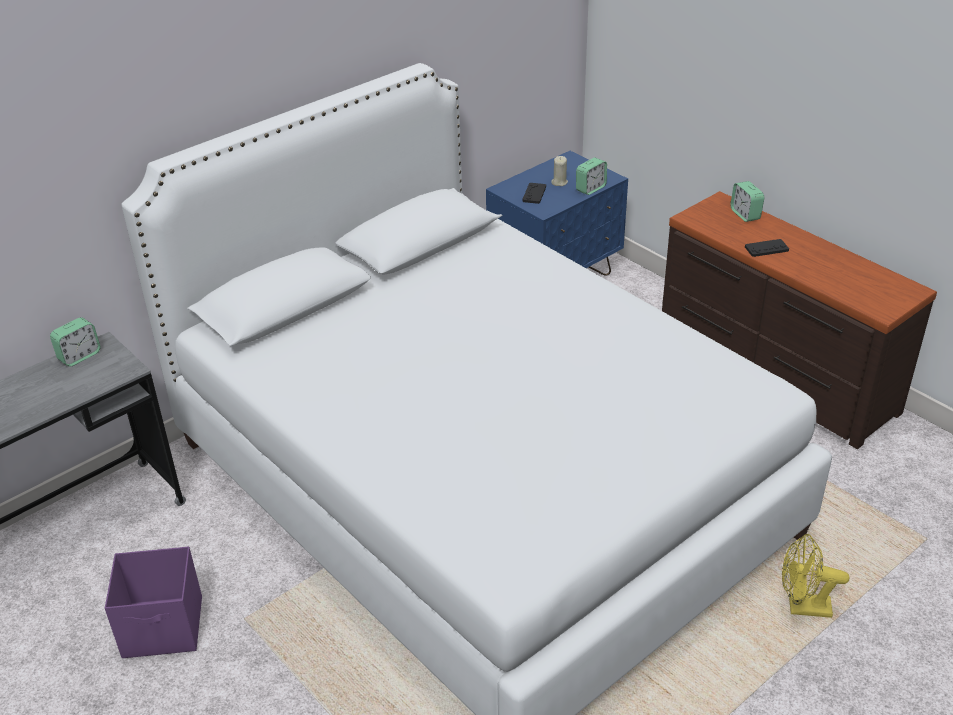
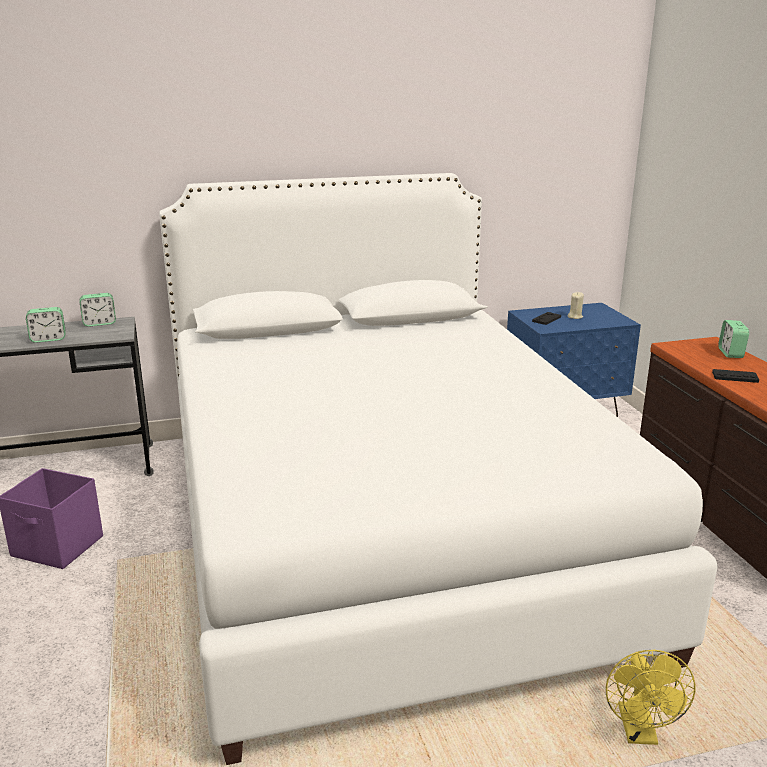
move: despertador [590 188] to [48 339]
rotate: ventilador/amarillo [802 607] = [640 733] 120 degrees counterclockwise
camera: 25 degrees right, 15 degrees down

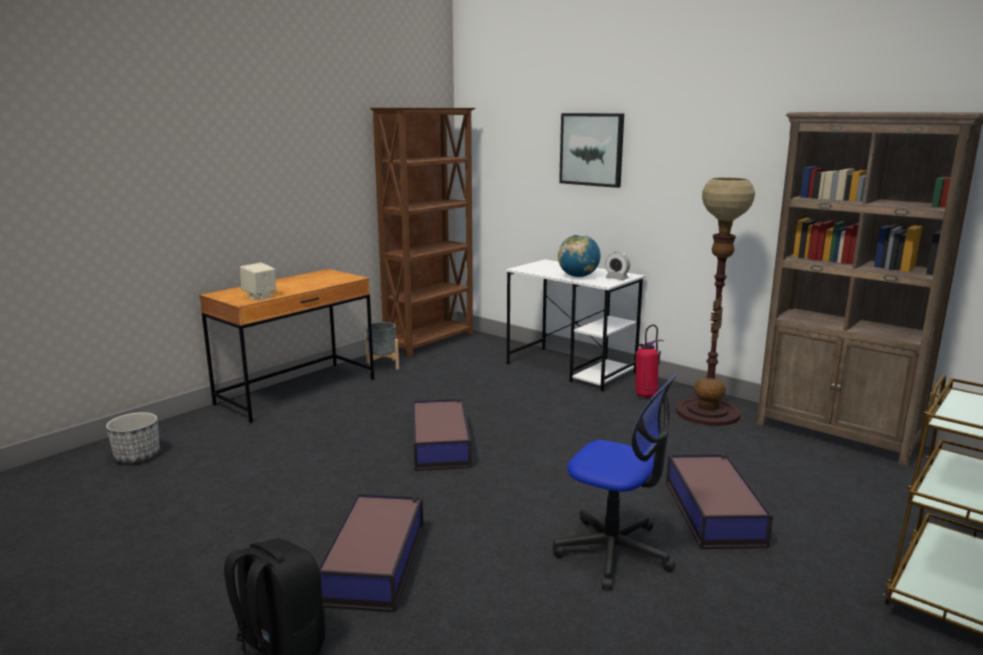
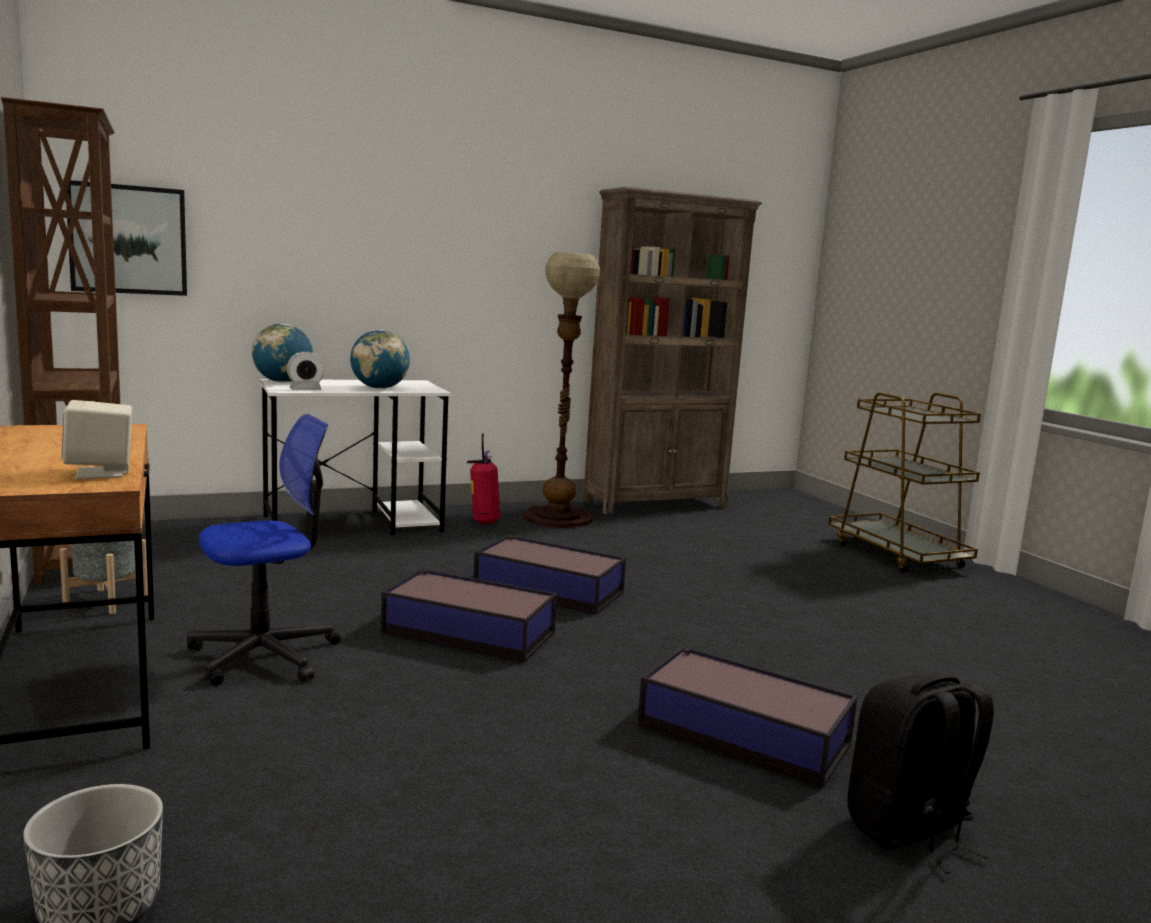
insert: globo terráqueo [282 382]
move: silla de oficina [613 552] to [264 655]; cuadro [592 149] to [128 239]; despertador [616 278] to [305 390]; caja de almacenaje [713 511] to [547 589]
camera: 65 degrees left, 5 degrees down

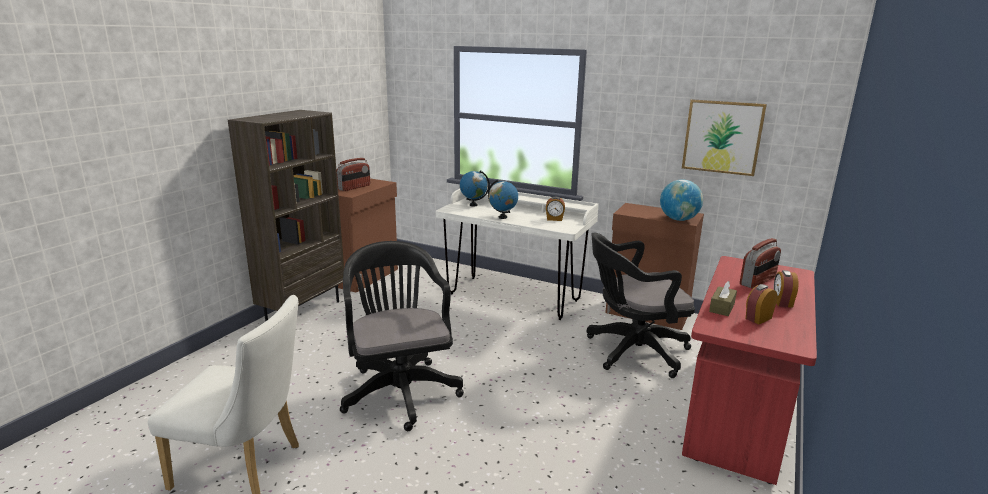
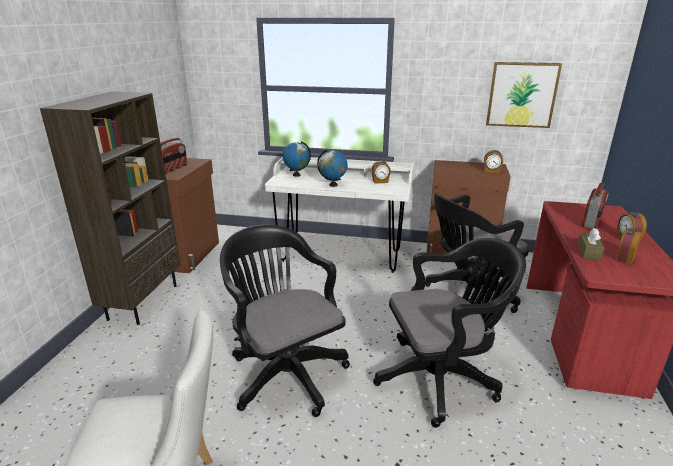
insert: silla de oficina/negro [441 378]
replace: globo terráqueo [678 219] to despertador [491 171]
camera: 15 degrees left, 5 degrees up

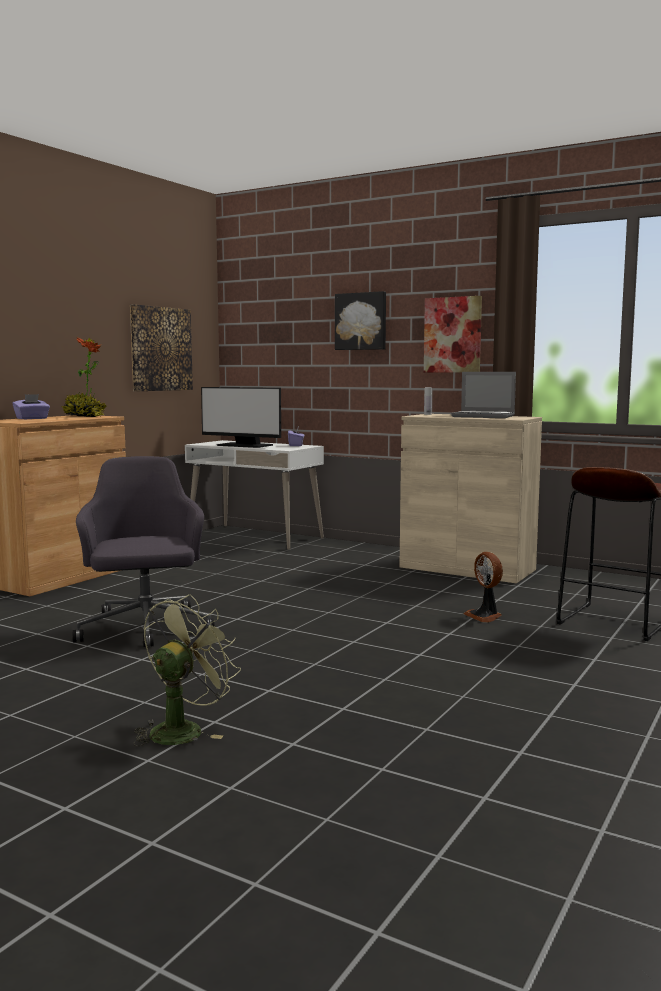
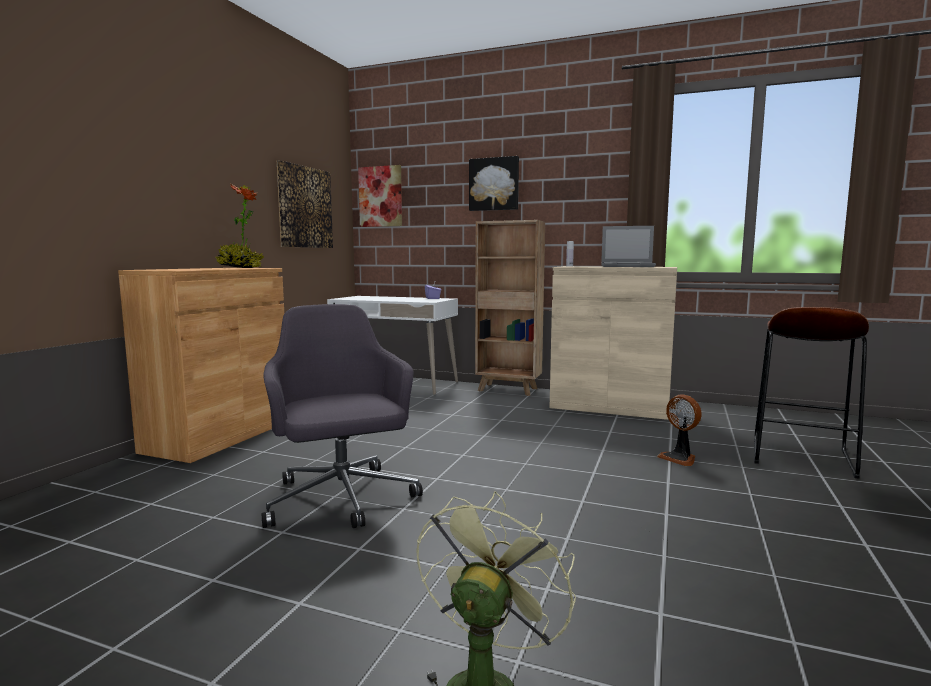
delete: caja de pañuelos/morado [32 418]; monitor [244 445]
insert: estantería/marrón [509 390]
move: cuadro [452 335] to [380 196]
camera: 10 degrees left, 0 degrees up

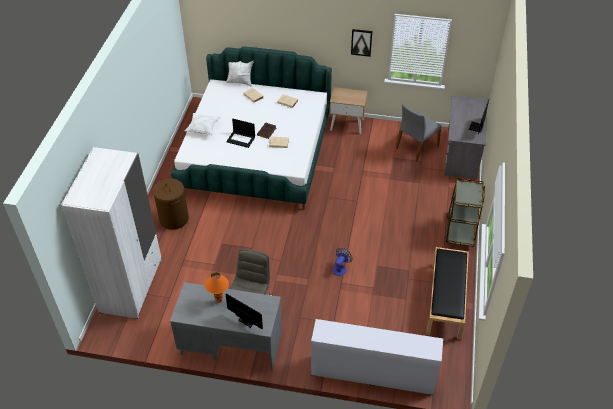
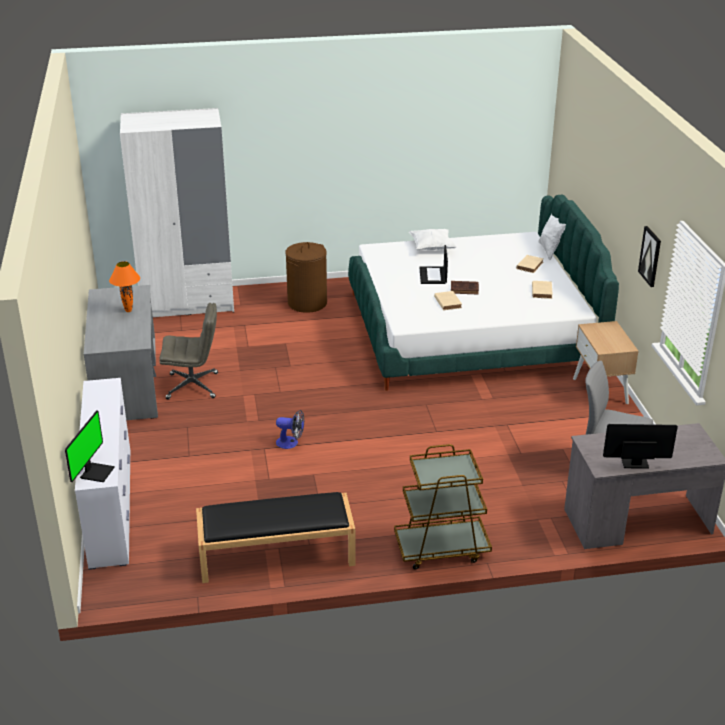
move: monitor [248 319] to [96 472]
camera: 70 degrees right, 15 degrees down

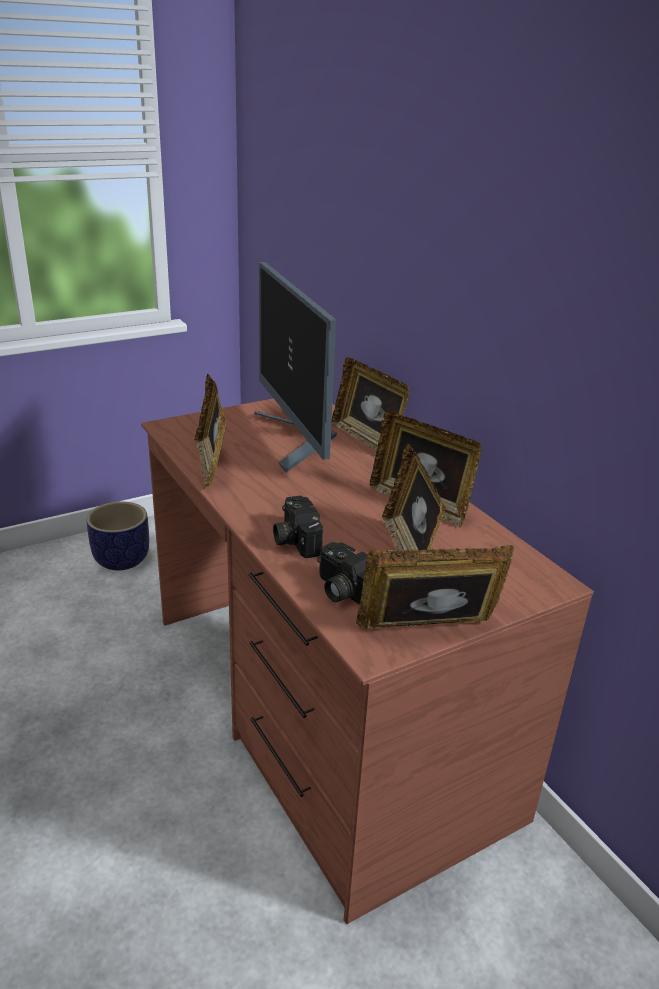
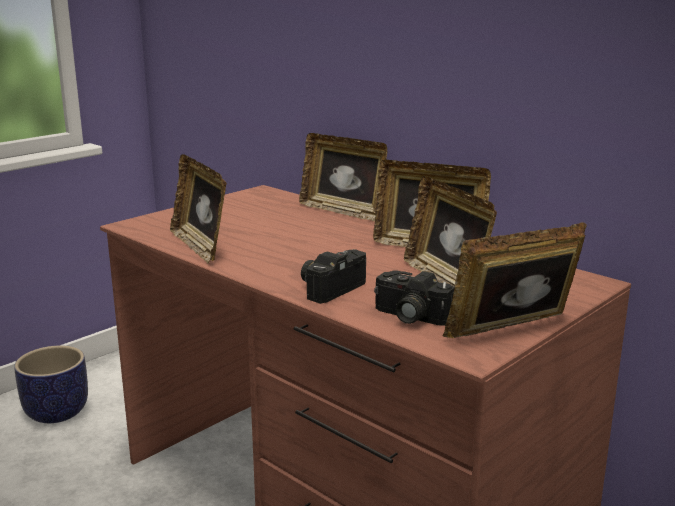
delete: monitor [297 440]
rotate: cámara [294 539] = [330 288] 75 degrees clockwise
camera: 15 degrees left, 10 degrees down

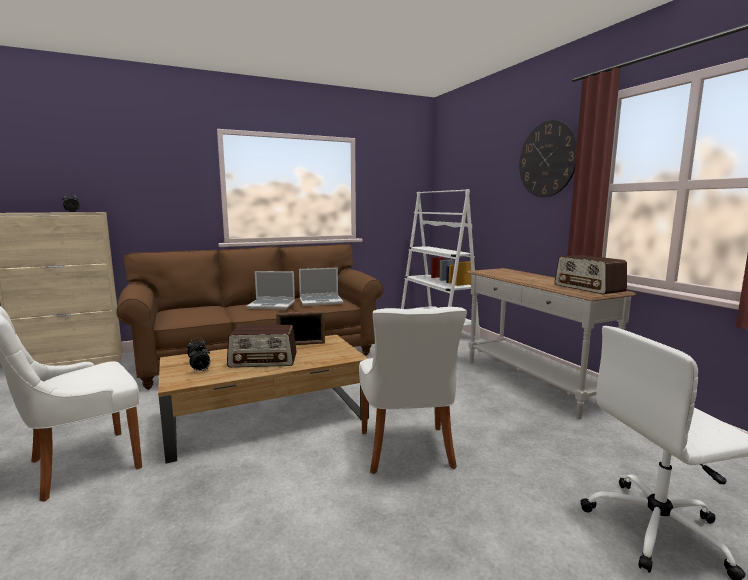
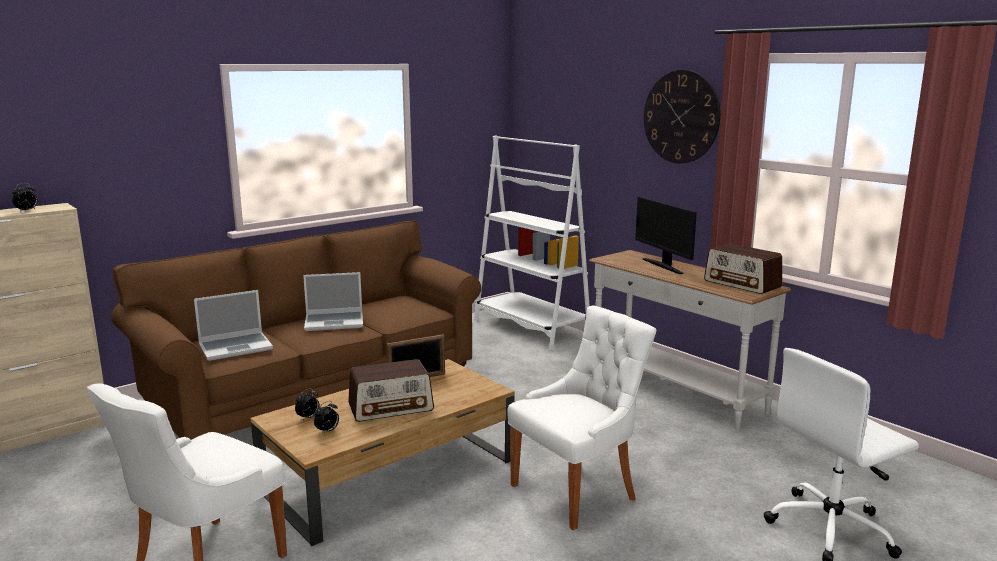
insert: monitor [663 266]
move: portátil [321 301] to [236 347]
rotate: silla/blanco [407 451] = [577 491] 105 degrees counterclockwise
camera: 15 degrees left, 5 degrees up

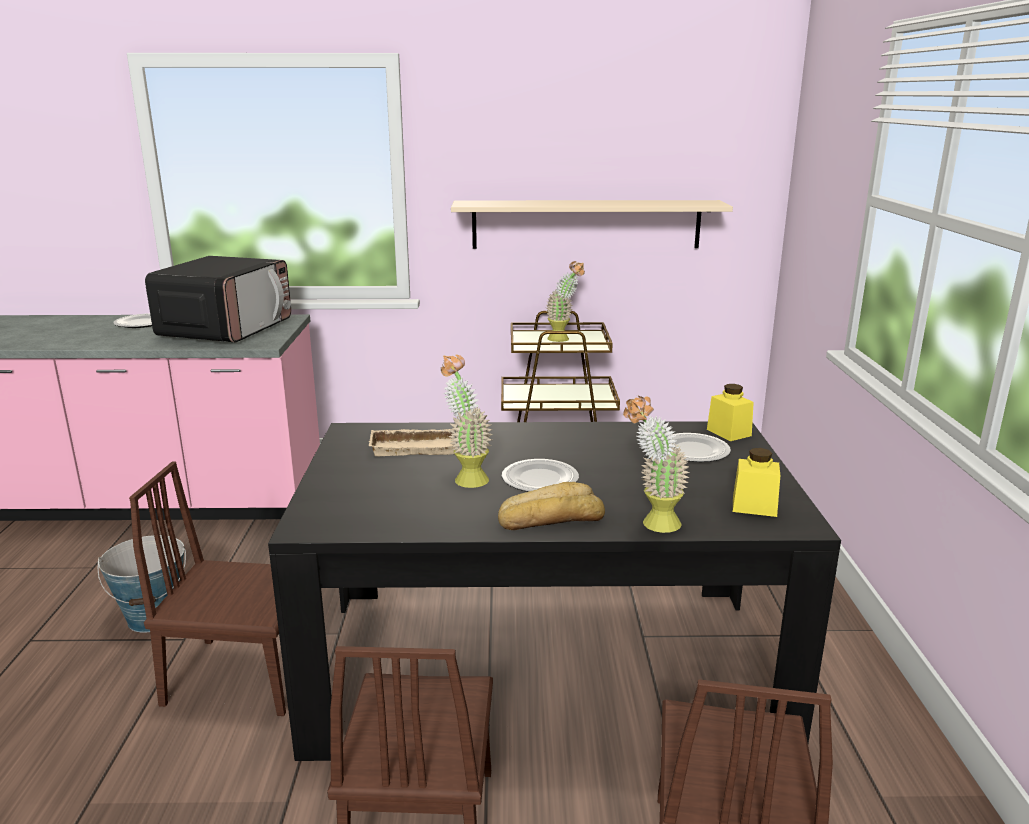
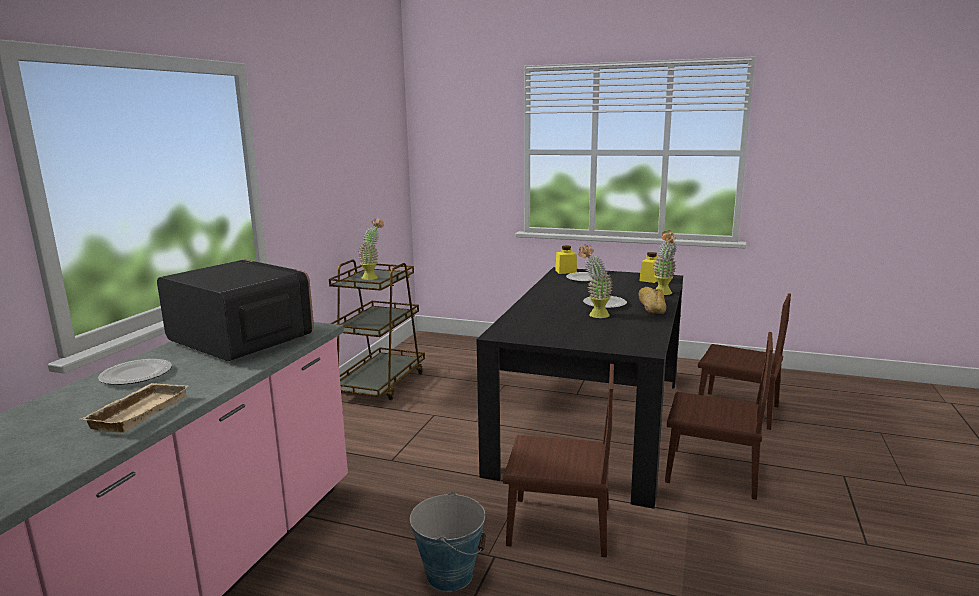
delete: estante/beis [586 224]
move: bandeja/beis [415 447] to [138 412]
rotate: silla/marrón [243 676] = [559 526] 105 degrees counterclockwise
camera: 70 degrees left, 5 degrees down

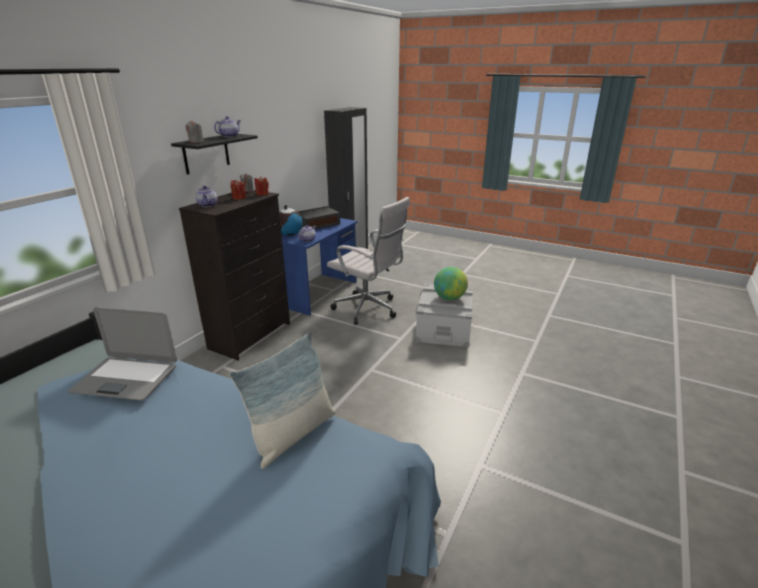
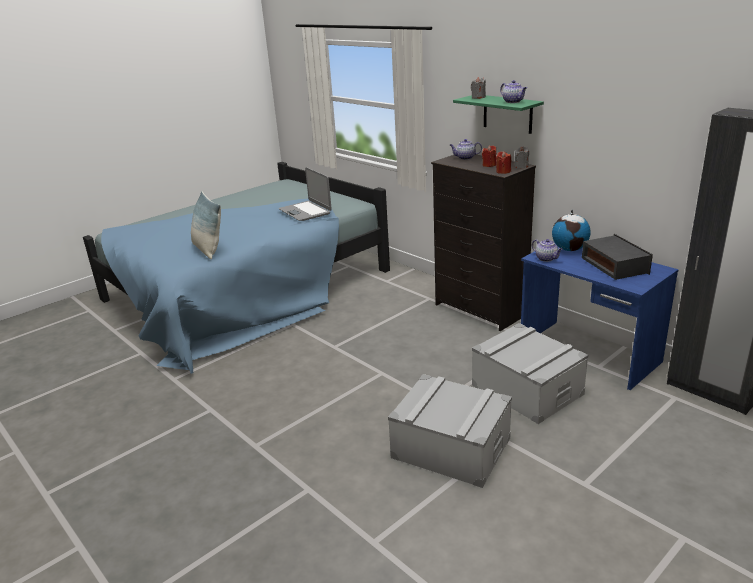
delete: globo terráqueo [449 298]
replace: silla de oficina/blanco [368 309] to caja de almacenaje/gris [526 389]
recolor: estante/negro [206 153] to estante/verde [507 114]
rotate: portátil [126 378] = [305 211] 60 degrees counterclockwise
camera: 110 degrees right, 0 degrees up

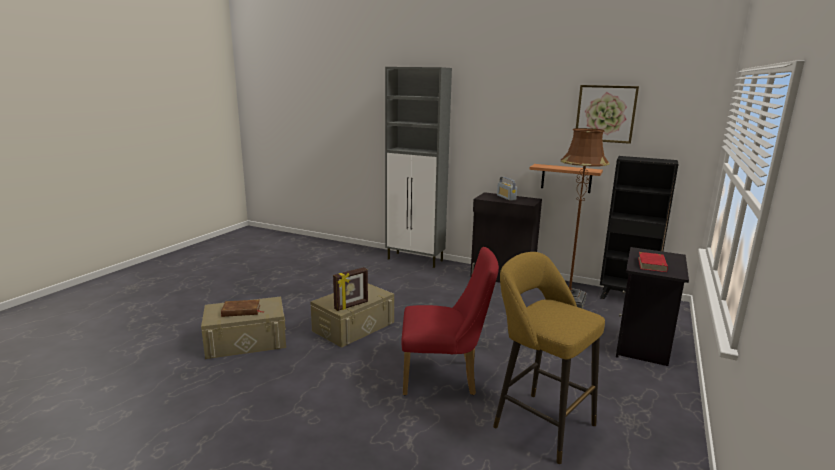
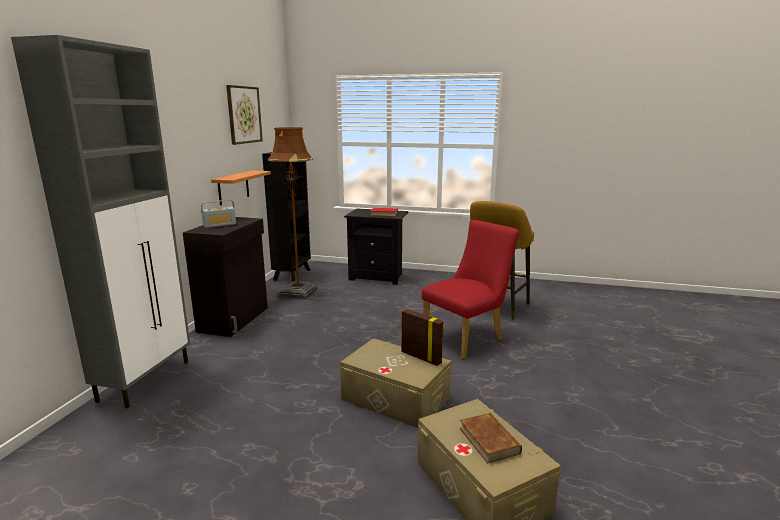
rotate: silla/rojo [445 377] = [467 338] 60 degrees clockwise
camera: 100 degrees left, 0 degrees up

